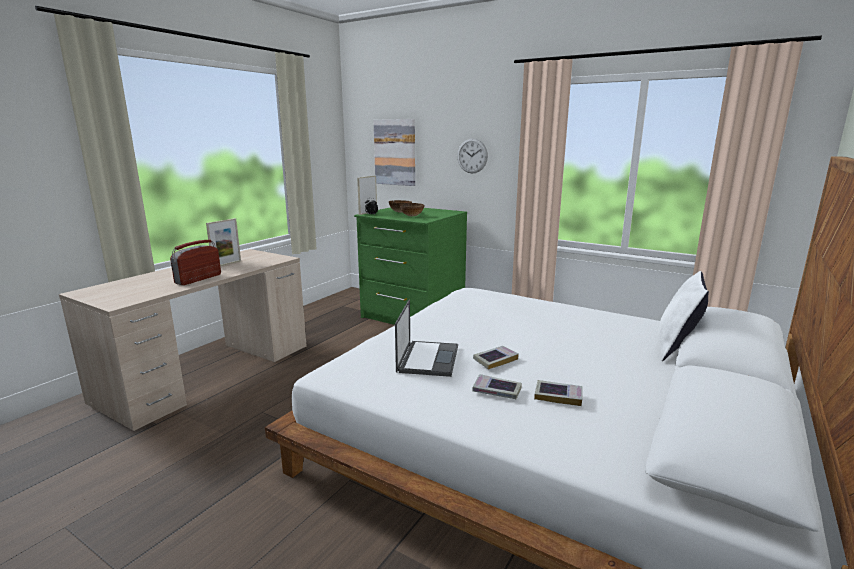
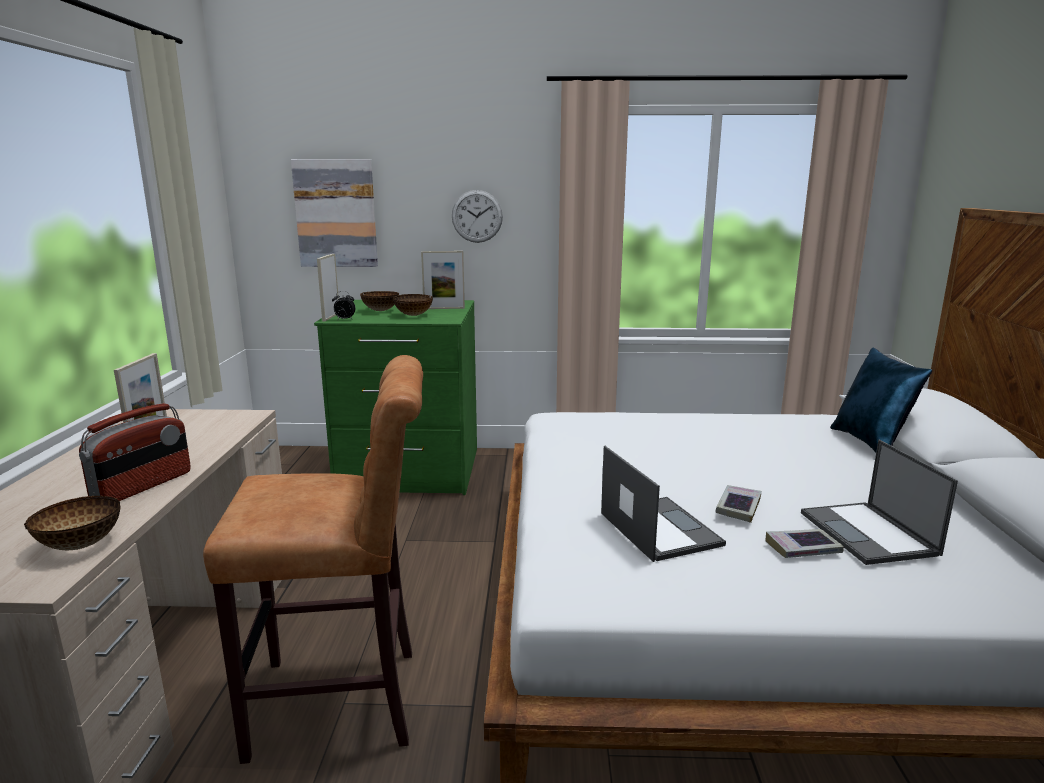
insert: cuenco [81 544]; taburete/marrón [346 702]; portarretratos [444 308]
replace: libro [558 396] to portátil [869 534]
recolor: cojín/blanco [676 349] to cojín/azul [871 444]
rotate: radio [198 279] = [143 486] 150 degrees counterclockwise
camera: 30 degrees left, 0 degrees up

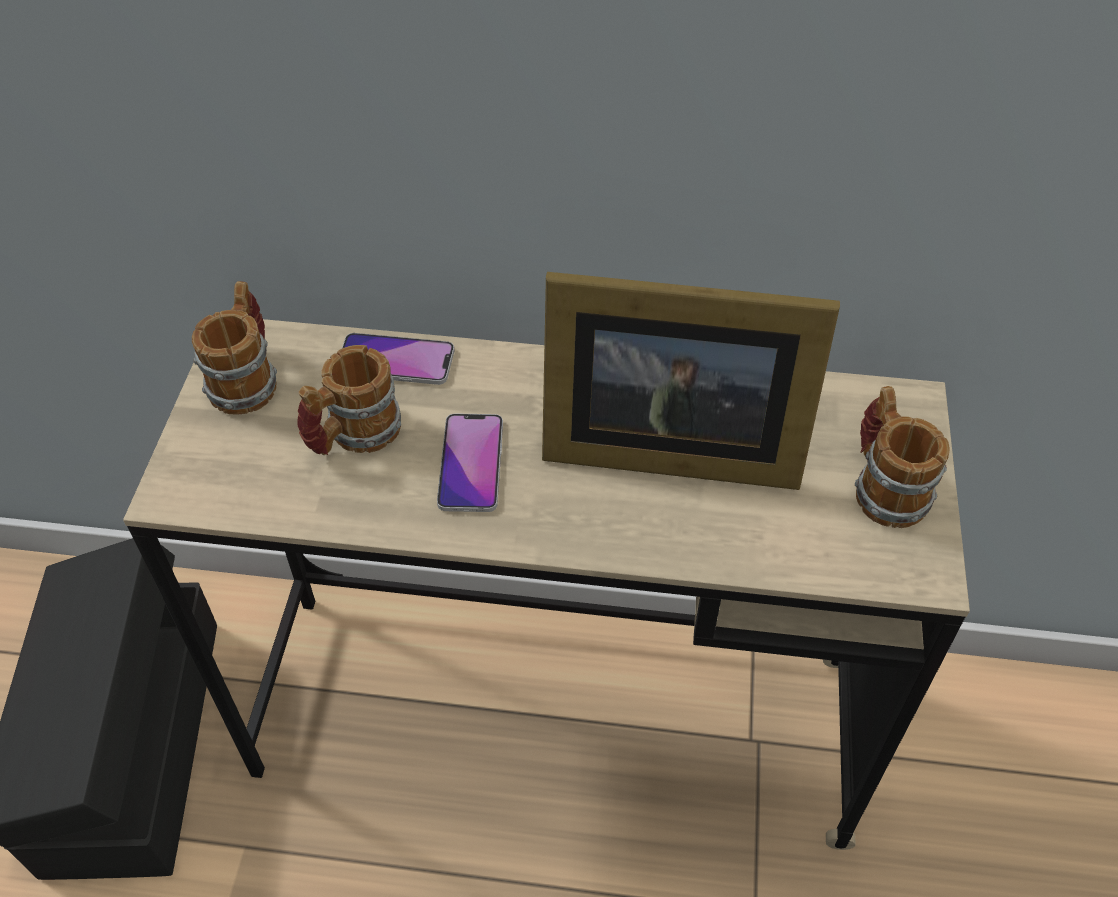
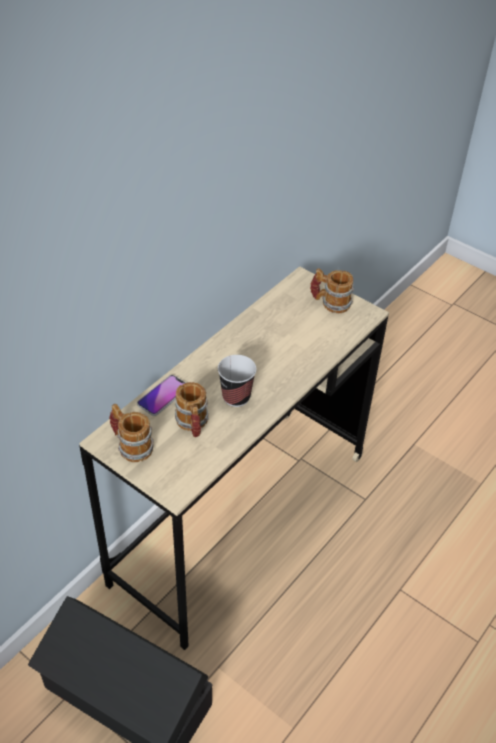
delete: portarretratos [663 445]
replace: móvil [471 464] to taza [236 397]
camera: 60 degrees left, 5 degrees down

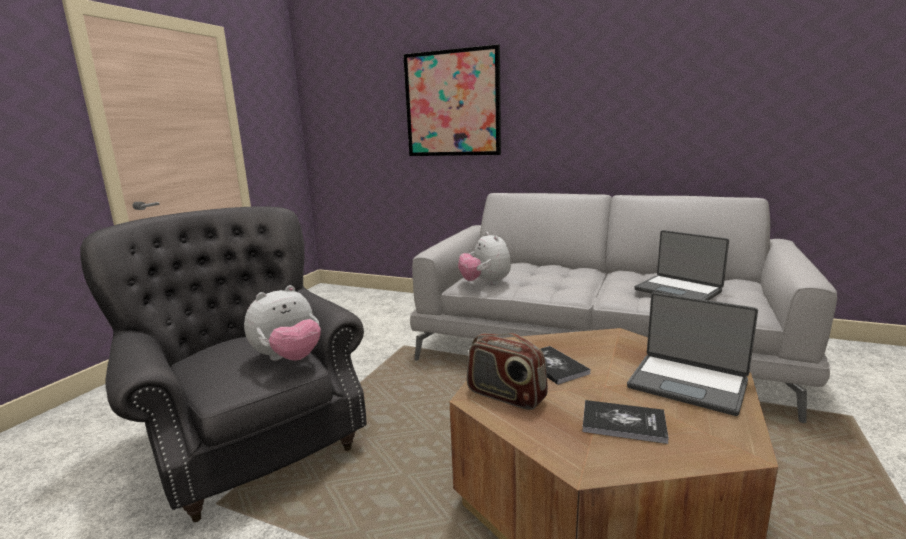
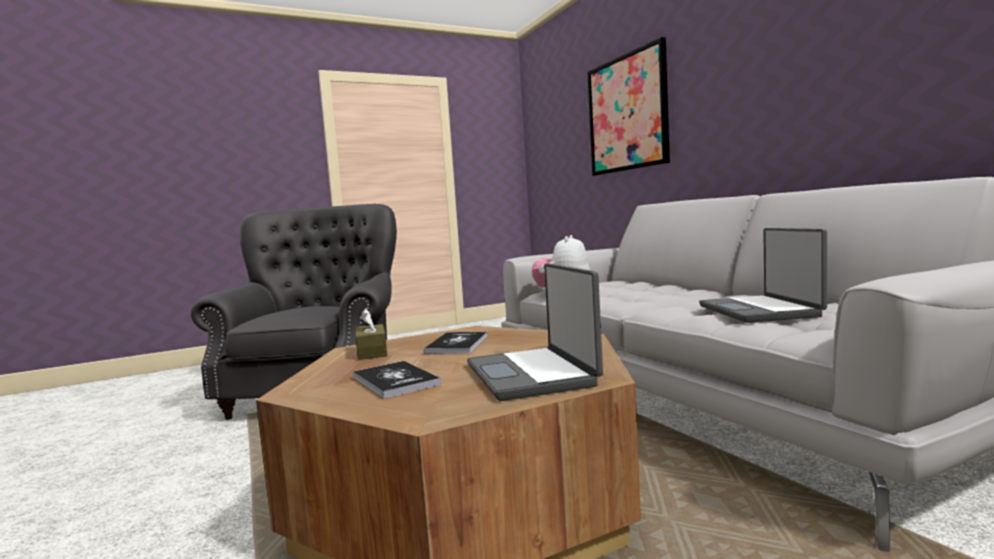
delete: peluche [288 359]
replace: radio [505 396] to caja de pañuelos/marrón [372 352]
camera: 40 degrees right, 10 degrees down

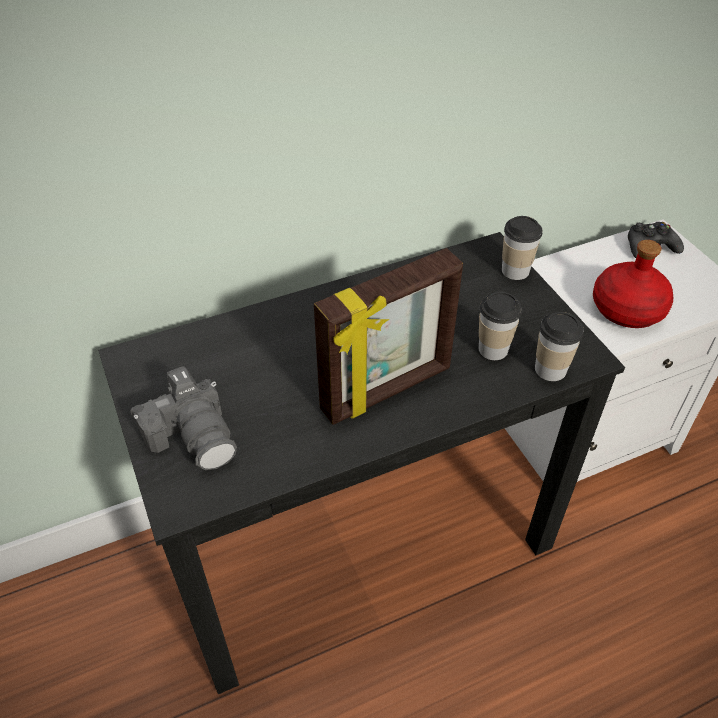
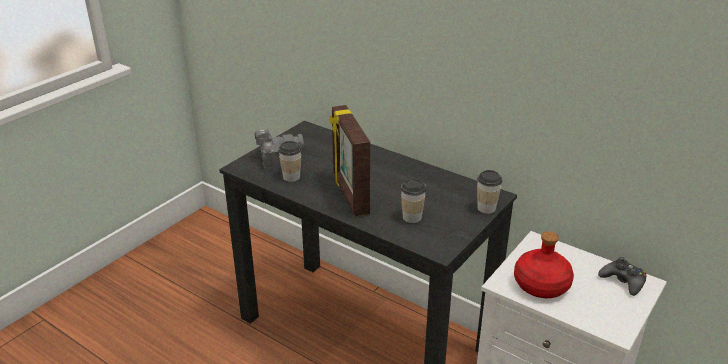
move: taza [550 369] to [291 177]
rotate: cámara [193 435] = [277 157] 135 degrees counterclockwise; portarretratos [387 391] = [349 195] 45 degrees clockwise
camera: 60 degrees right, 15 degrees down

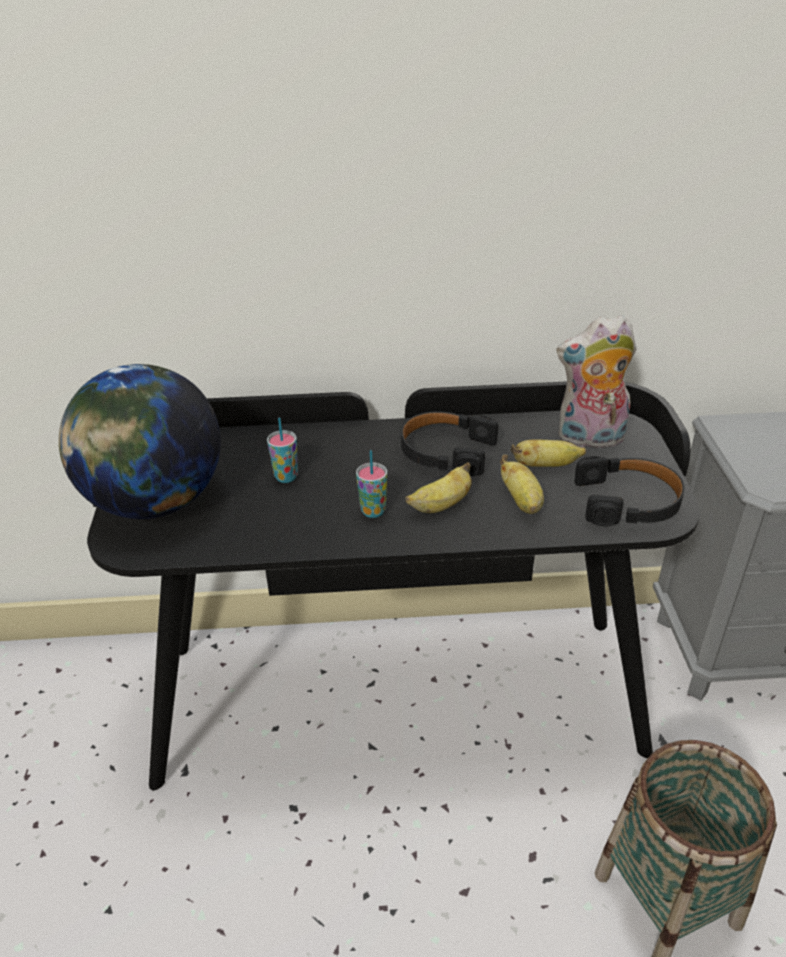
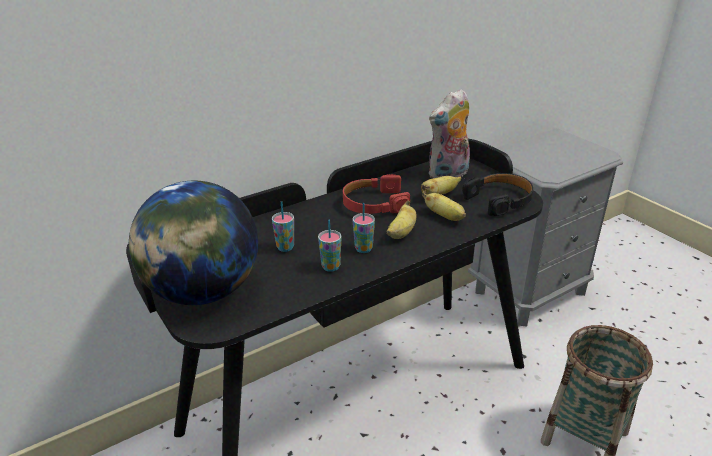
insert: taza [330 267]
recolor: auriculares/negro [446 451] to auriculares/rojo [374 204]
camera: 30 degrees left, 5 degrees down

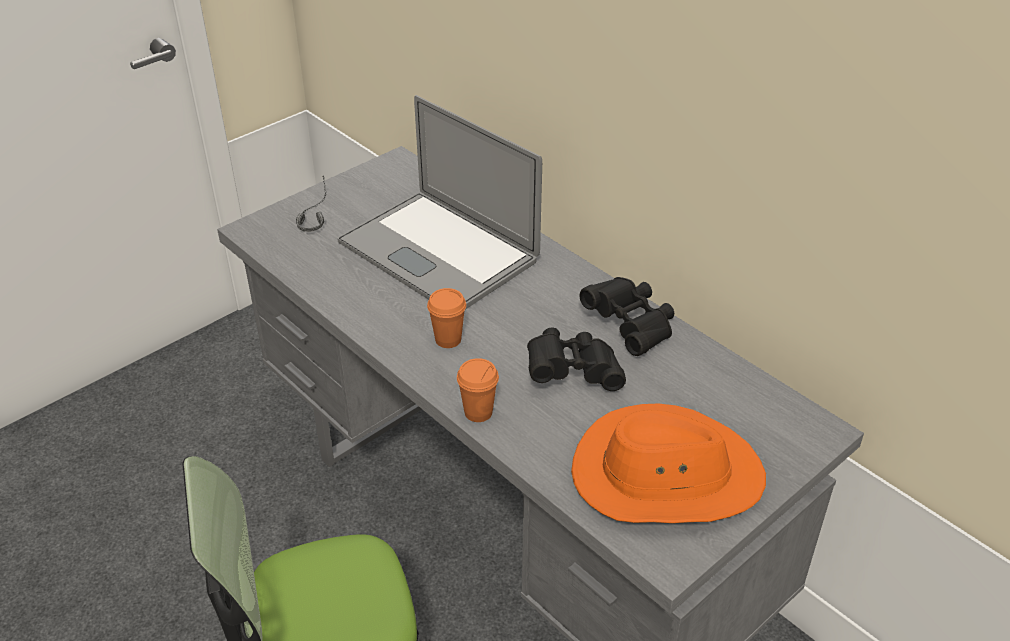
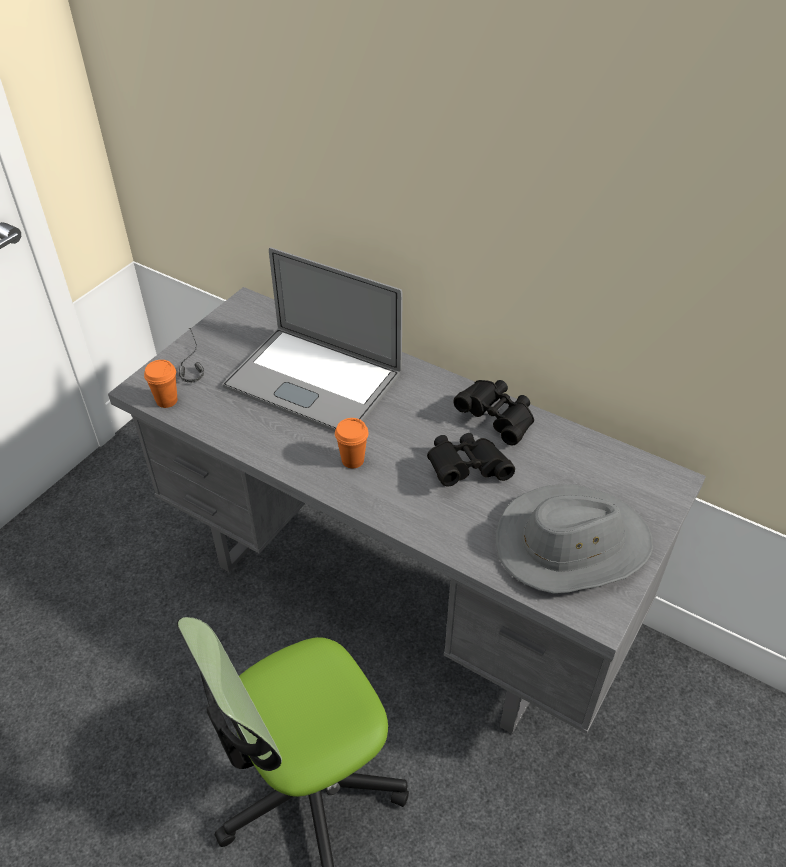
move: taza/naranja [478 412] to [167 400]
recolor: sombrero/naranja [665 475] to sombrero/gris [571 544]
camera: 15 degrees left, 5 degrees up

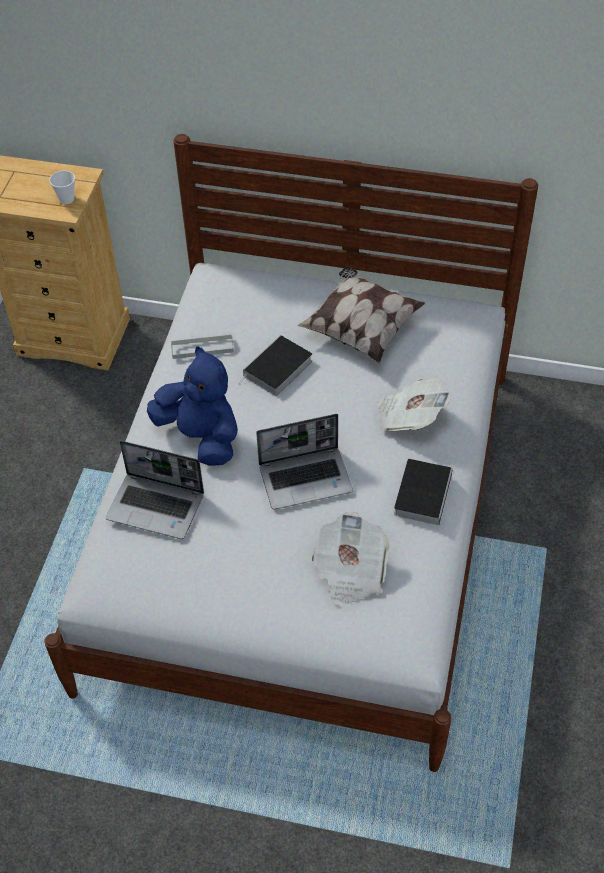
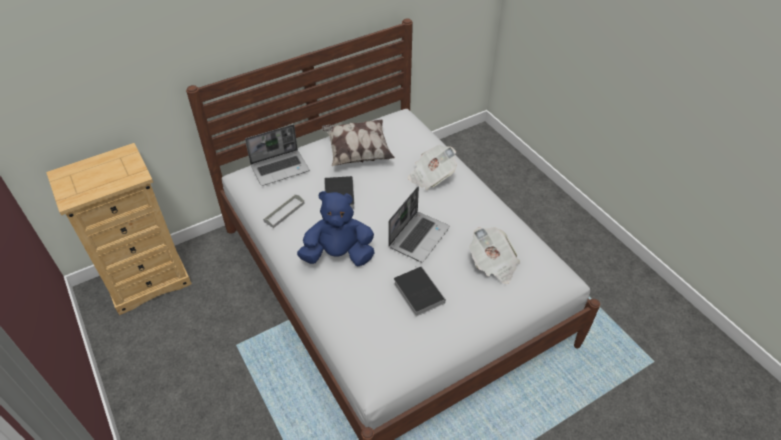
delete: taza [66 199]
move: portátil [157 506] to [280 168]; libro [422 492] to [417 292]
camera: 45 degrees left, 5 degrees down

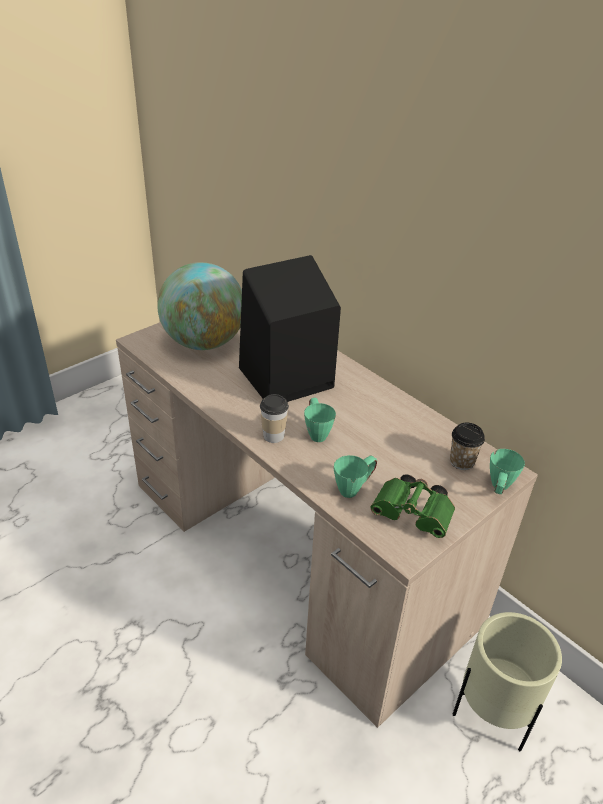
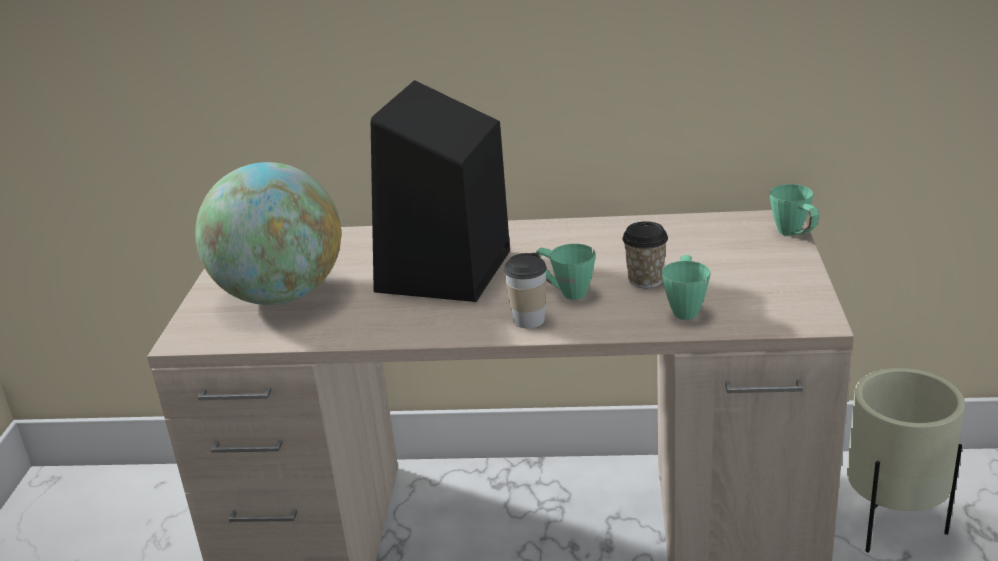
delete: prismáticos/verde [414 516]
move: taza [462 462] to [645 280]
camera: 40 degrees left, 10 degrees down

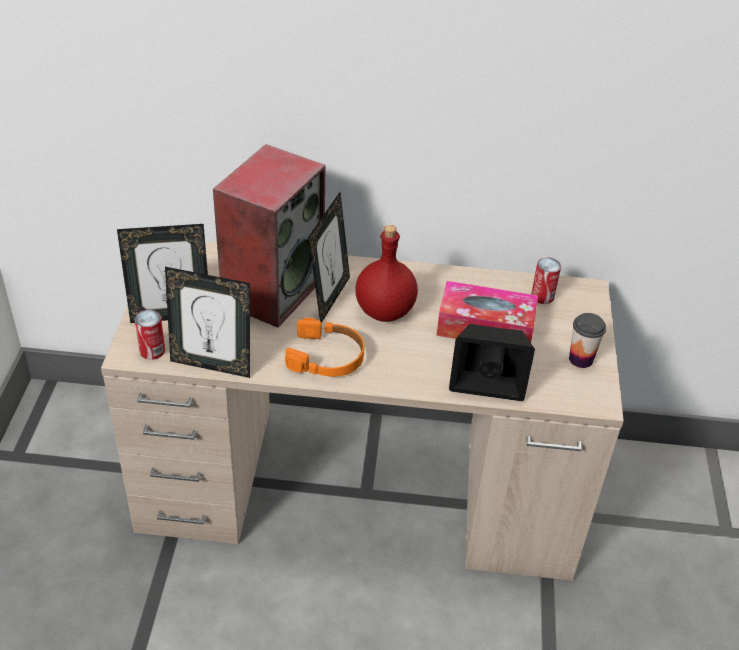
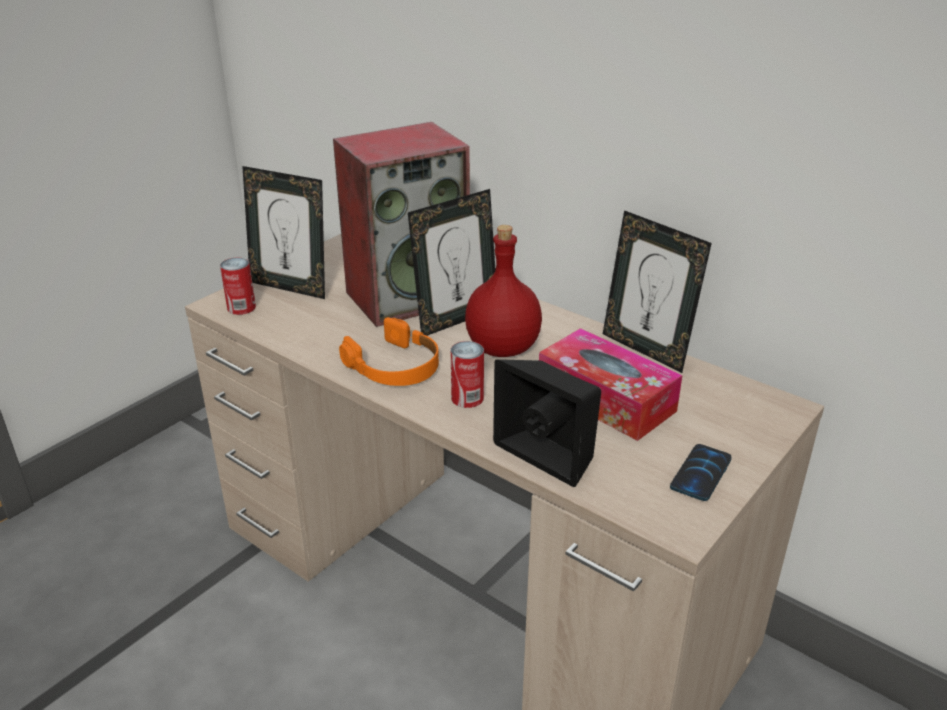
move: portarretratos [212 364] to [646 349]; lata [542 296] to [467 398]
replace: taza [581 359] to móvil [701 473]
camera: 35 degrees right, 10 degrees down

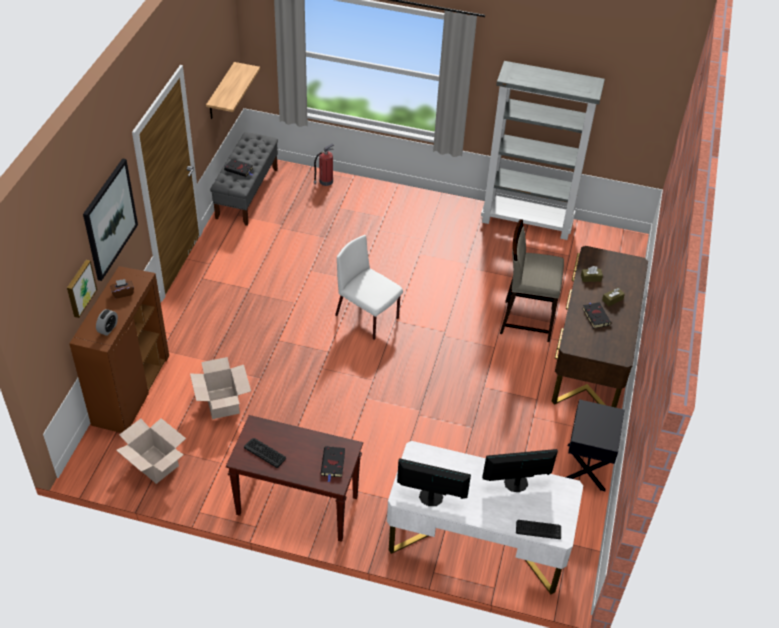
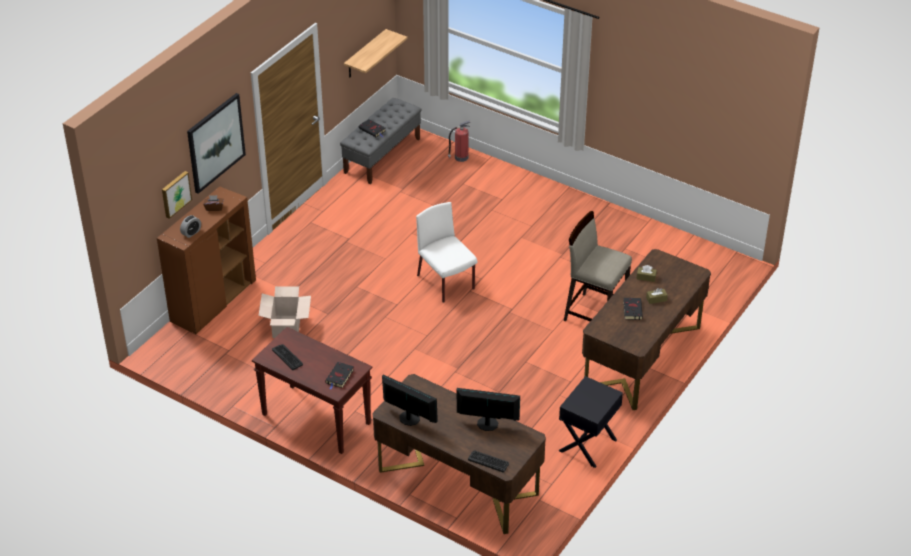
delete: caja de cartón [154 464]; estantería/gris [527 221]
recolor: escritorio/blanco [477 543] to escritorio/marrón [458 482]
camera: 20 degrees right, 5 degrees down

